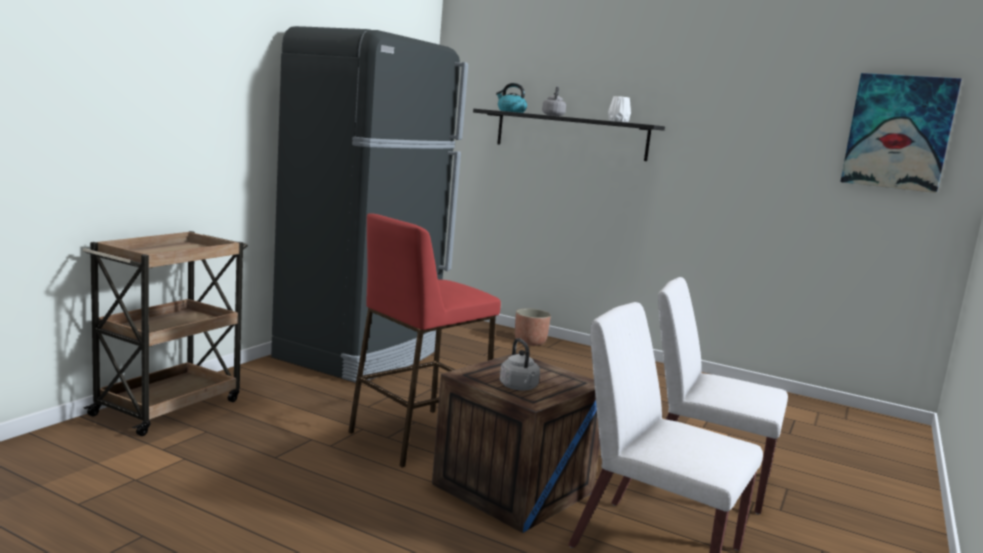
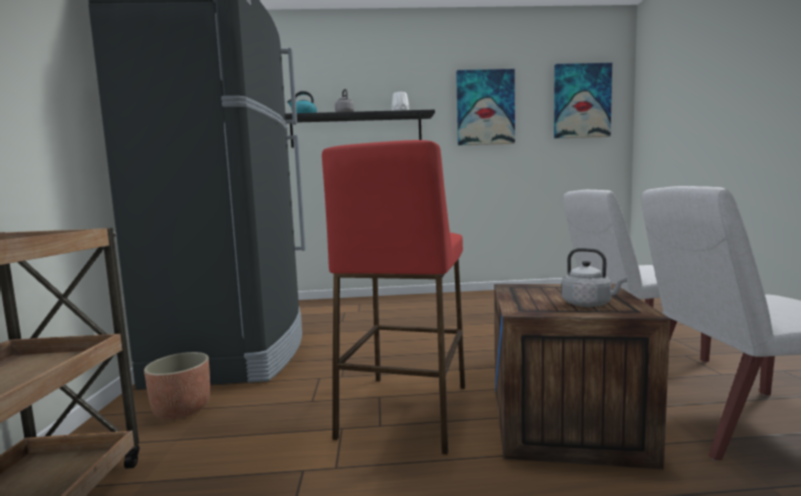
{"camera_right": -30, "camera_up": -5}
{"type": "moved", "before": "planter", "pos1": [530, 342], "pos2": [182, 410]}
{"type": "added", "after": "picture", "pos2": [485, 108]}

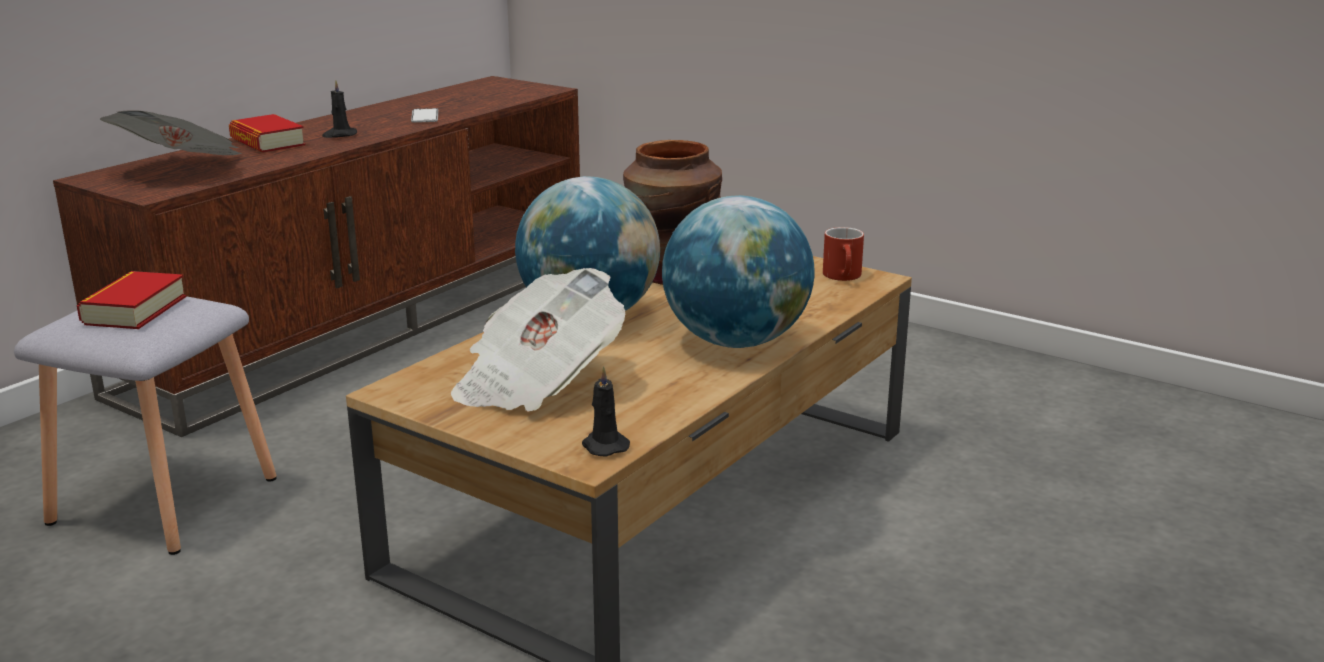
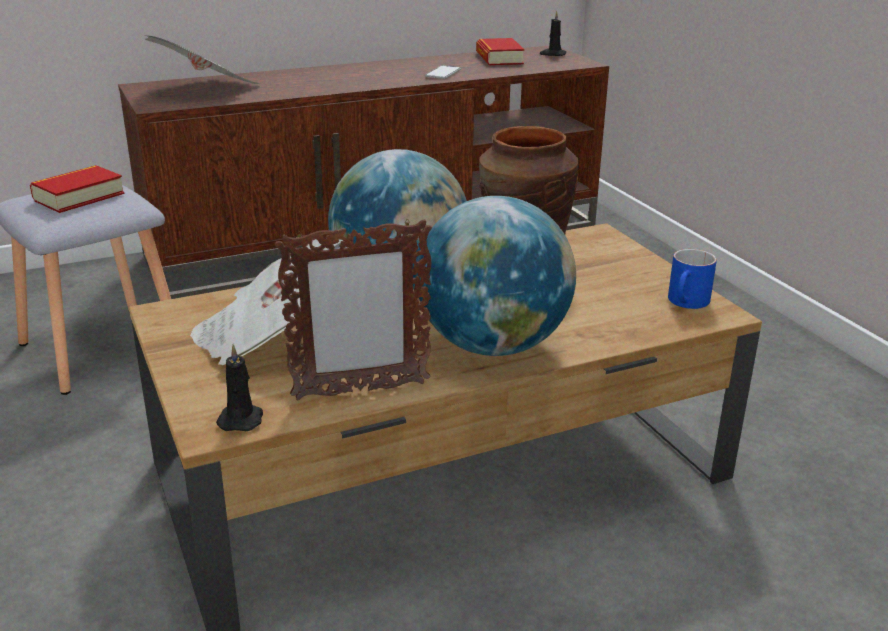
{"camera_right": 30, "camera_up": 5}
{"type": "moved", "before": "candle (black)", "pos1": [339, 135], "pos2": [552, 54]}
{"type": "moved", "before": "book", "pos1": [267, 142], "pos2": [499, 58]}
{"type": "recoloured", "before": "mug (red)", "after": "mug (blue)", "pos1": [844, 277], "pos2": [687, 303]}
{"type": "added", "after": "picture frame", "pos2": [360, 391]}

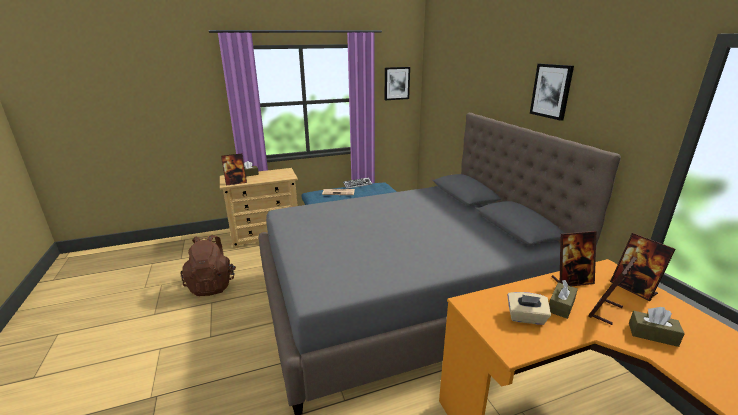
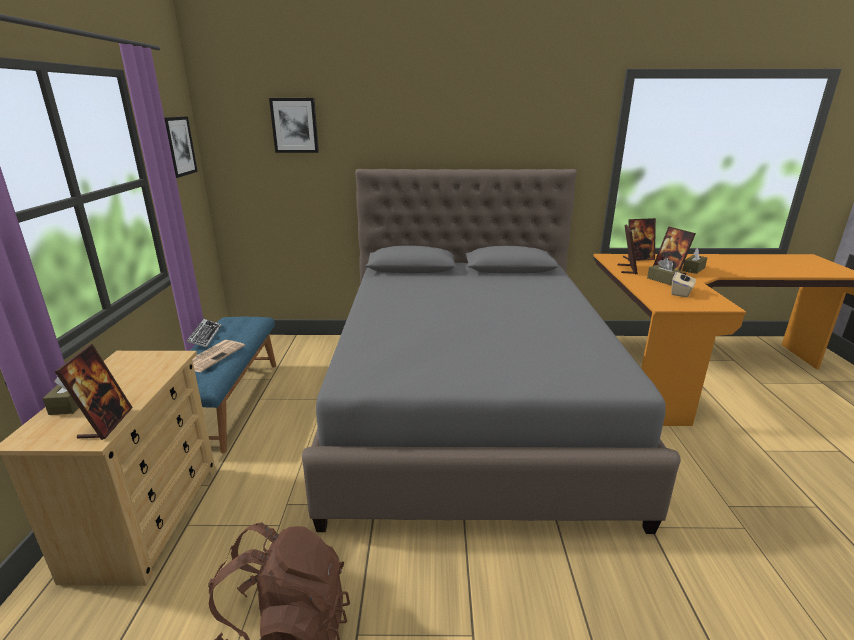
{"camera_right": -70, "camera_up": 0}
{"type": "moved", "before": "picture", "pos1": [551, 91], "pos2": [294, 125]}

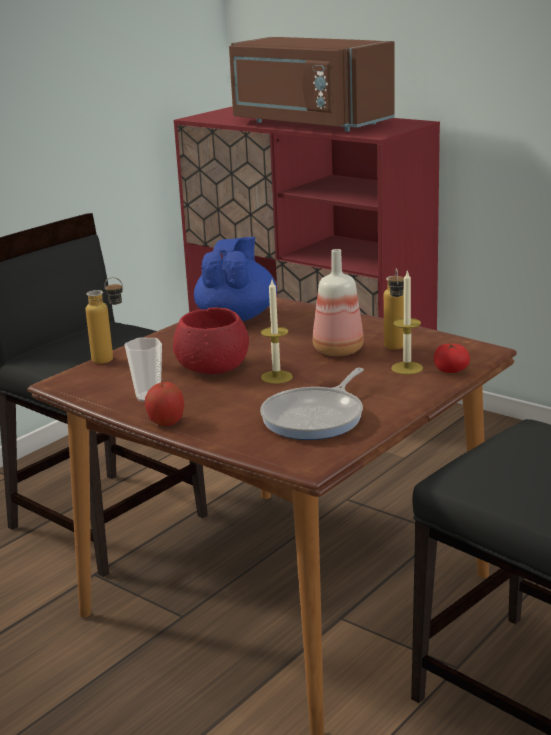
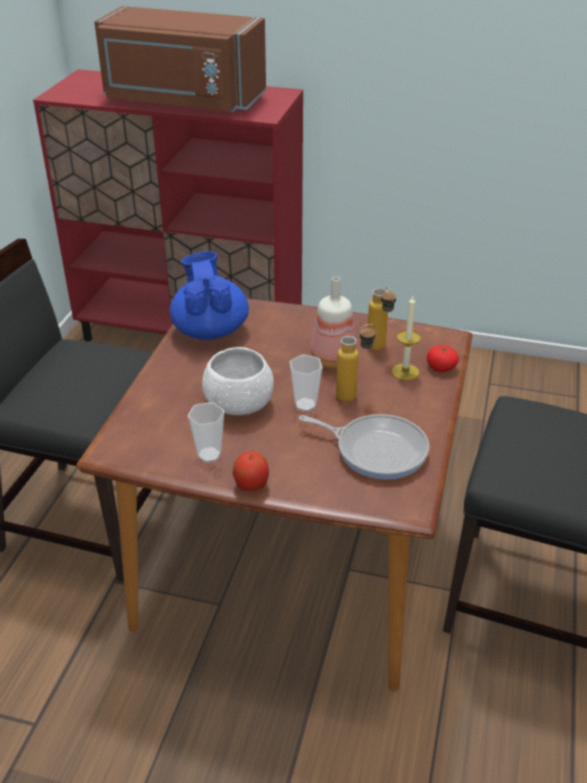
{"camera_right": -25, "camera_up": 15}
{"type": "moved", "before": "bottle", "pos1": [111, 360], "pos2": [354, 395]}
{"type": "replaced", "before": "candle", "after": "cup", "pos1": [276, 377], "pos2": [305, 405]}
{"type": "recoloured", "before": "bowl (red)", "after": "bowl (white)", "pos1": [213, 367], "pos2": [238, 402]}
{"type": "turned", "before": "frying pan", "pos1": [316, 417], "pos2": [376, 450], "turn": -75}

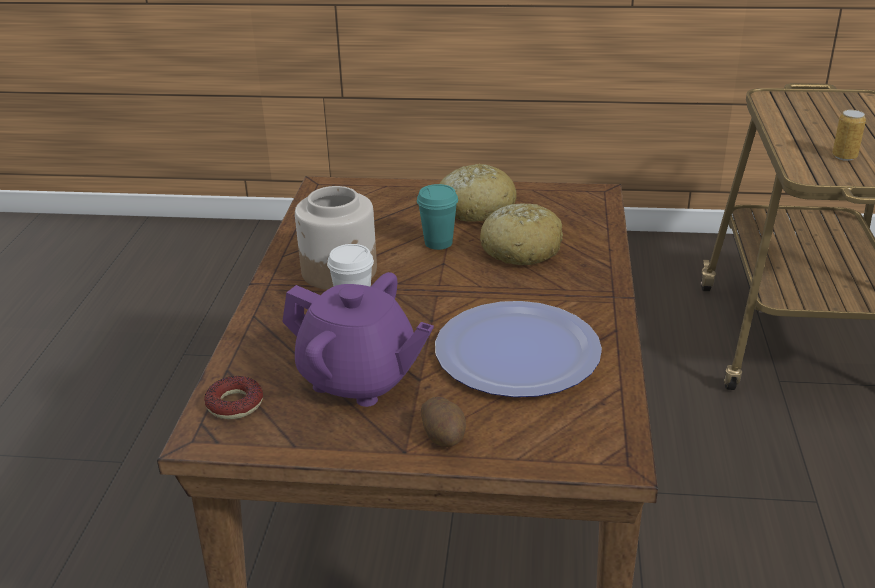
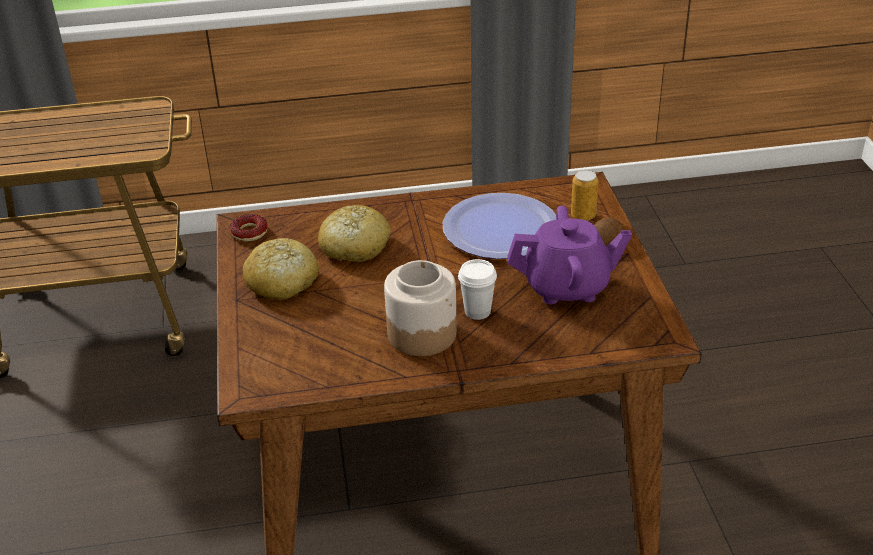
{"camera_right": -105, "camera_up": 5}
{"type": "moved", "before": "can", "pos1": [844, 157], "pos2": [583, 215]}
{"type": "removed", "before": "cup (turquoise)", "pos1": [438, 243]}
{"type": "turned", "before": "teapot (purple)", "pos1": [359, 379], "pos2": [567, 287], "turn": 75}
{"type": "moved", "before": "donut", "pos1": [234, 404], "pos2": [249, 232]}

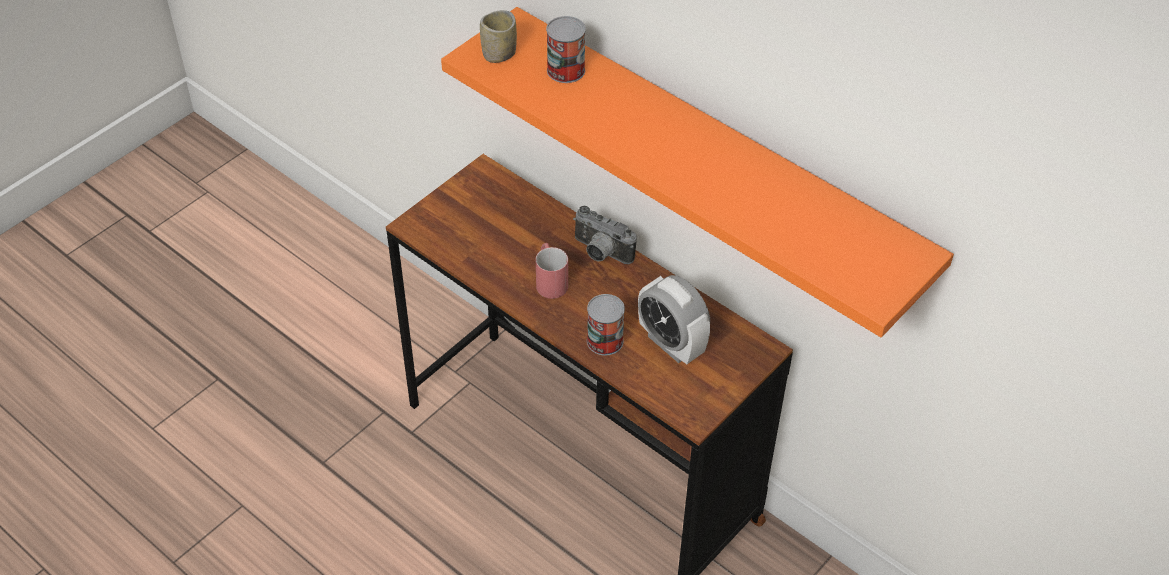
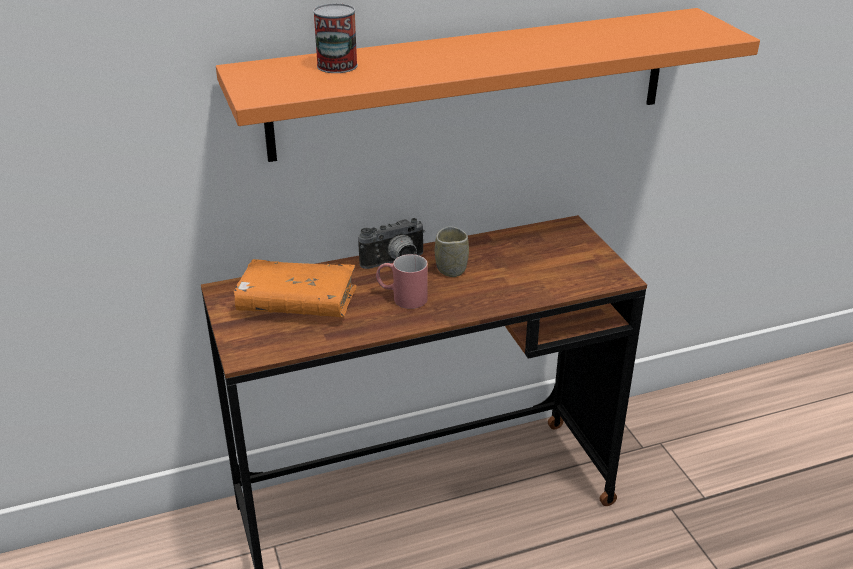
{"camera_right": -60, "camera_up": -15}
{"type": "moved", "before": "cup", "pos1": [499, 54], "pos2": [451, 269]}
{"type": "removed", "before": "alarm clock", "pos1": [671, 344]}
{"type": "removed", "before": "can", "pos1": [605, 341]}
{"type": "added", "after": "book (orange)", "pos2": [297, 303]}

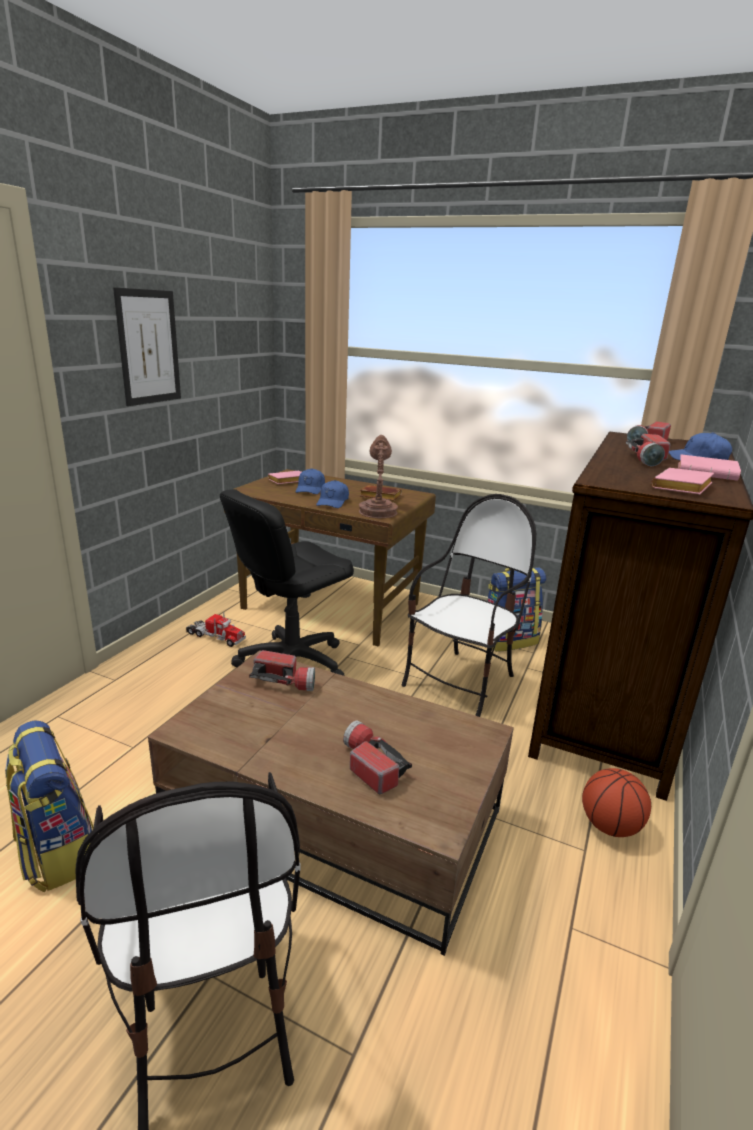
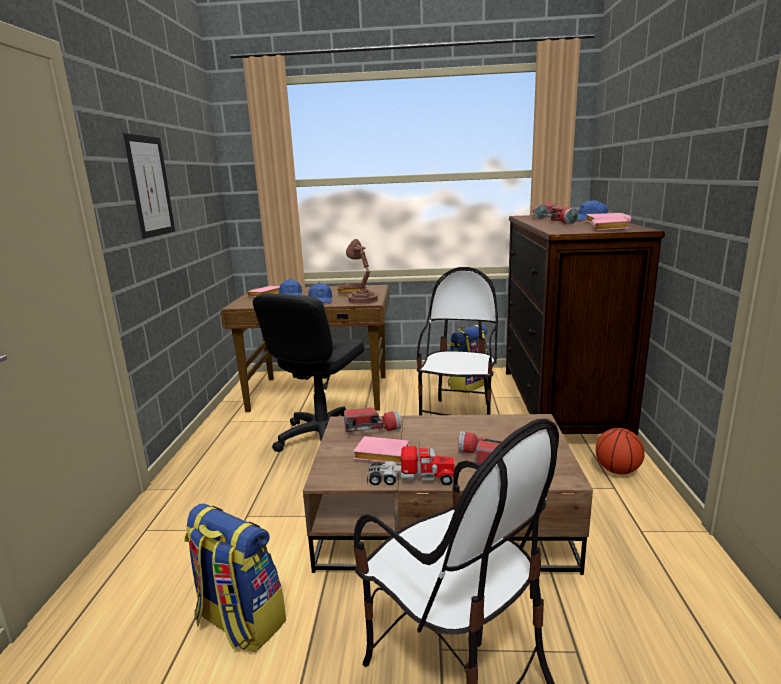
{"camera_right": -20, "camera_up": -5}
{"type": "moved", "before": "toy truck", "pos1": [215, 637], "pos2": [411, 478]}
{"type": "added", "after": "book (pink)", "pos2": [380, 455]}

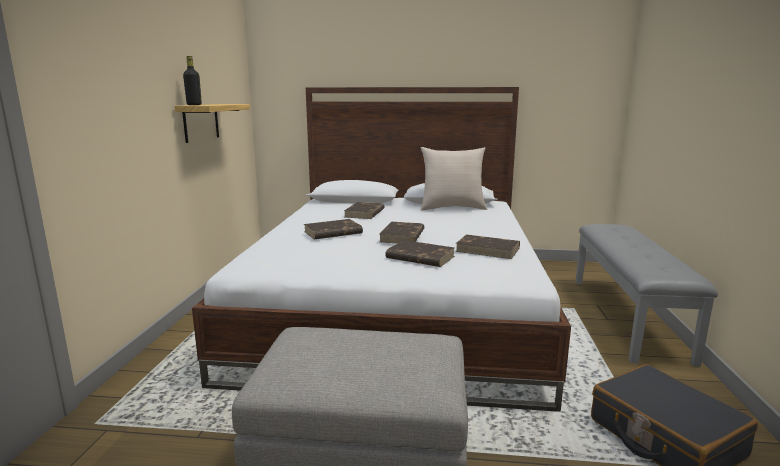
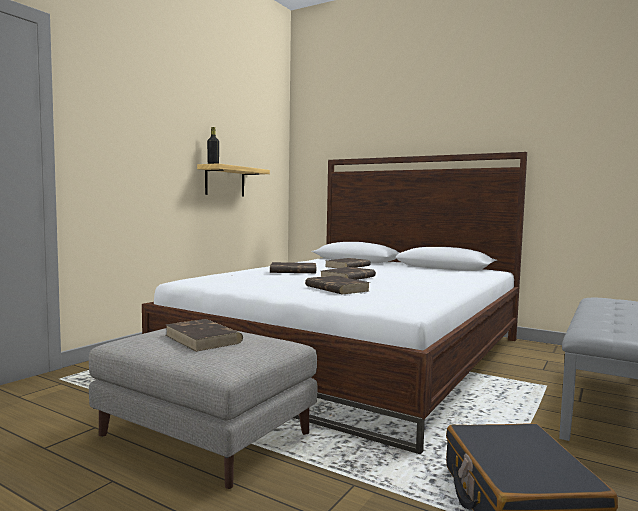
{"camera_right": 25, "camera_up": -10}
{"type": "removed", "before": "pillow (beige)", "pos1": [452, 208]}
{"type": "moved", "before": "book (brown)", "pos1": [488, 250], "pos2": [203, 339]}

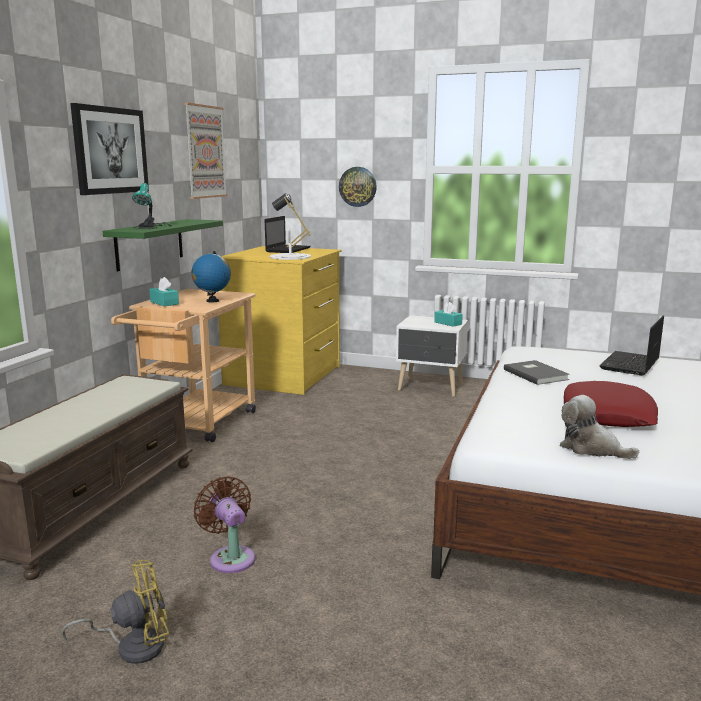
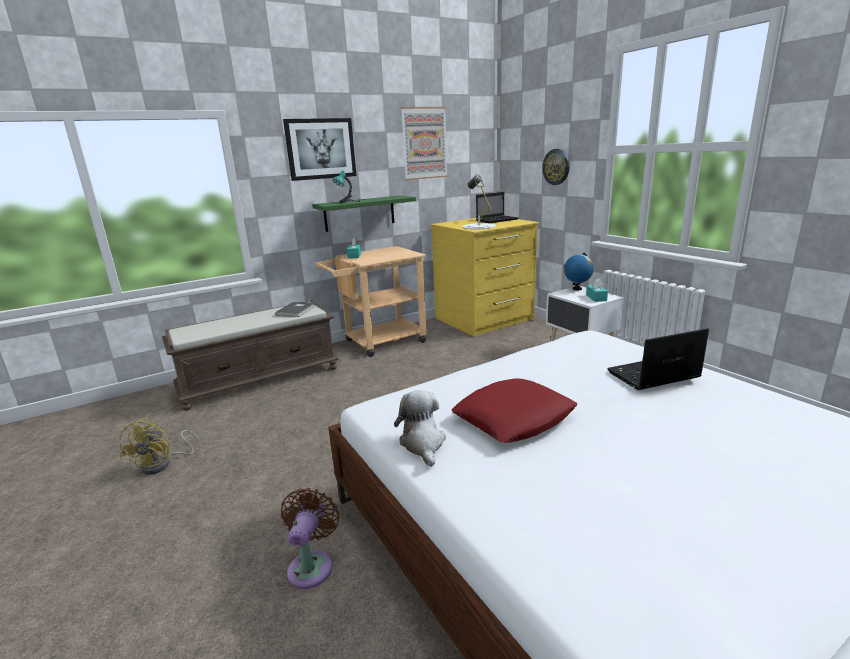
{"camera_right": 40, "camera_up": 5}
{"type": "moved", "before": "globe", "pos1": [212, 301], "pos2": [577, 289]}
{"type": "moved", "before": "book (grey)", "pos1": [536, 374], "pos2": [297, 310]}
{"type": "moved", "before": "fan (brown)", "pos1": [230, 557], "pos2": [312, 565]}
{"type": "turned", "before": "fan (yellow)", "pos1": [133, 646], "pos2": [163, 464], "turn": 75}

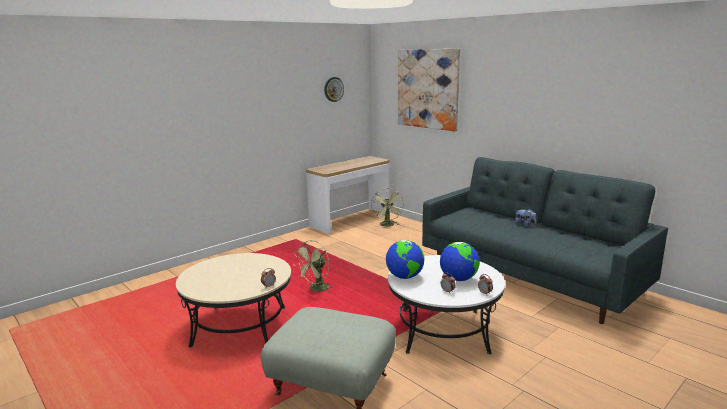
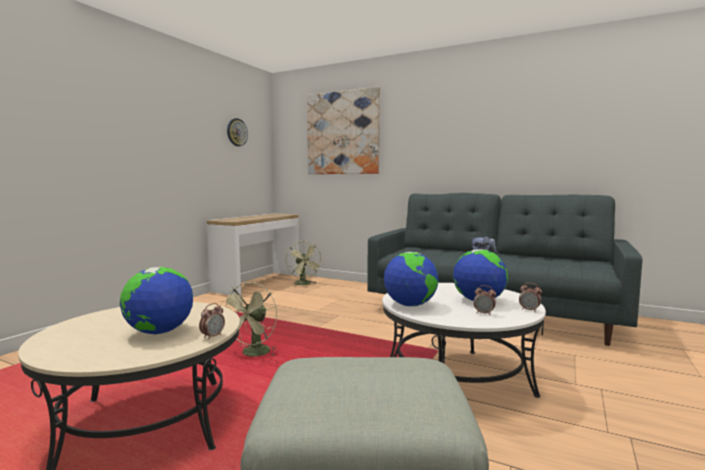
{"camera_right": -20, "camera_up": -10}
{"type": "added", "after": "globe", "pos2": [159, 332]}

